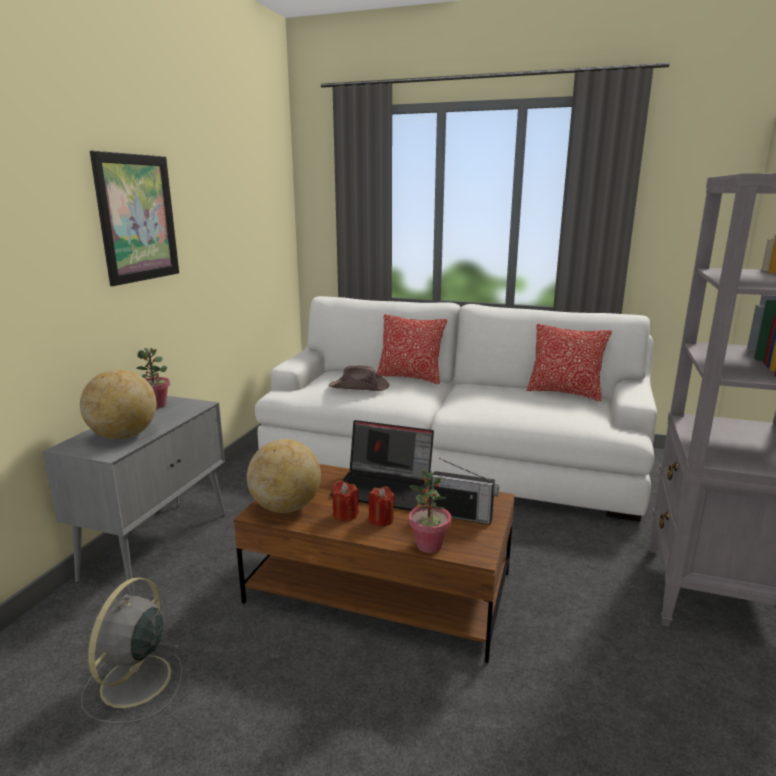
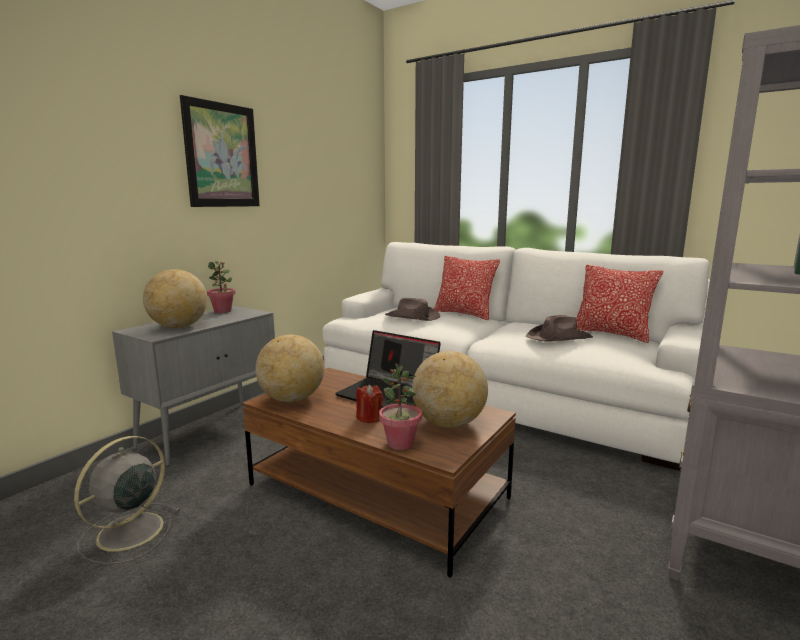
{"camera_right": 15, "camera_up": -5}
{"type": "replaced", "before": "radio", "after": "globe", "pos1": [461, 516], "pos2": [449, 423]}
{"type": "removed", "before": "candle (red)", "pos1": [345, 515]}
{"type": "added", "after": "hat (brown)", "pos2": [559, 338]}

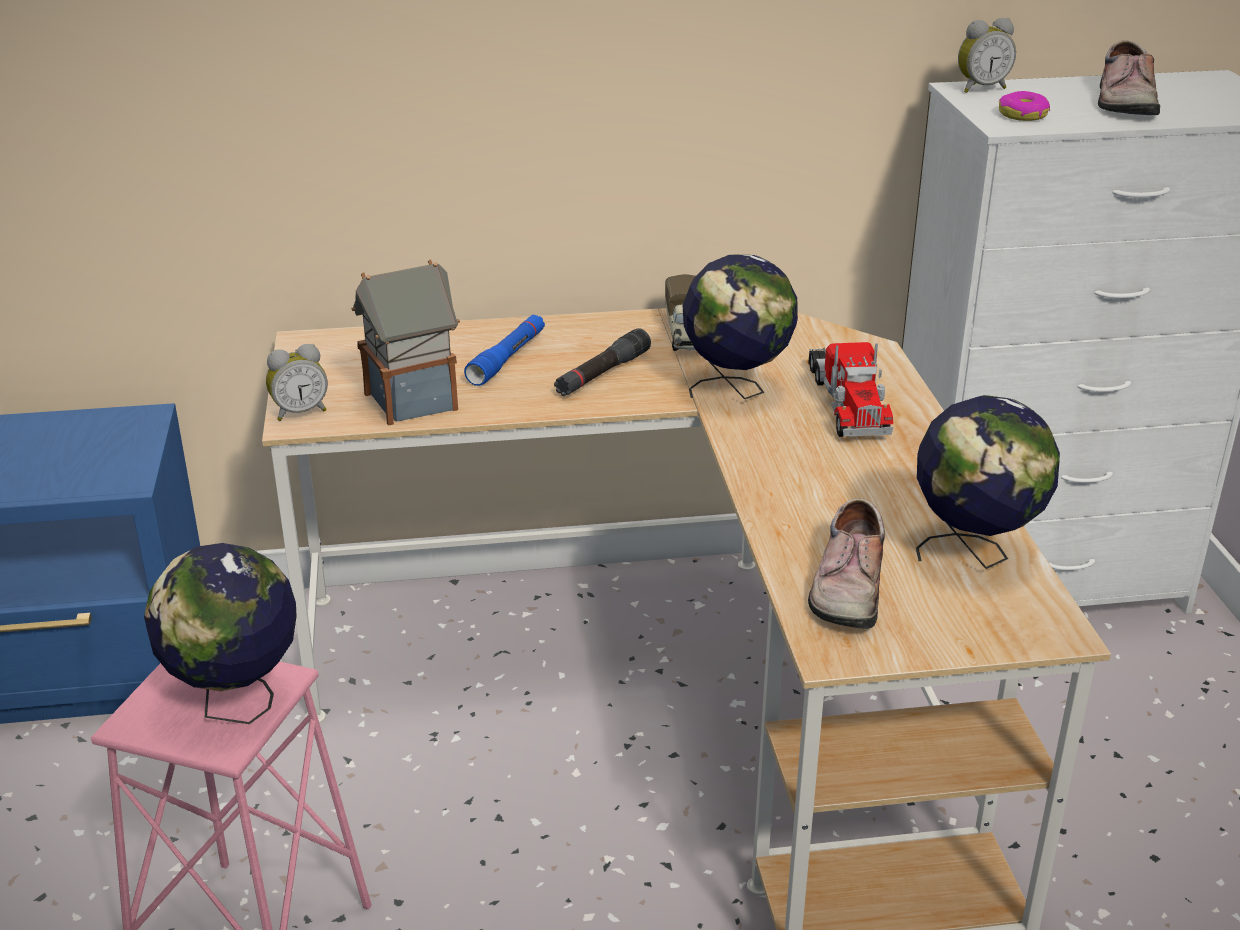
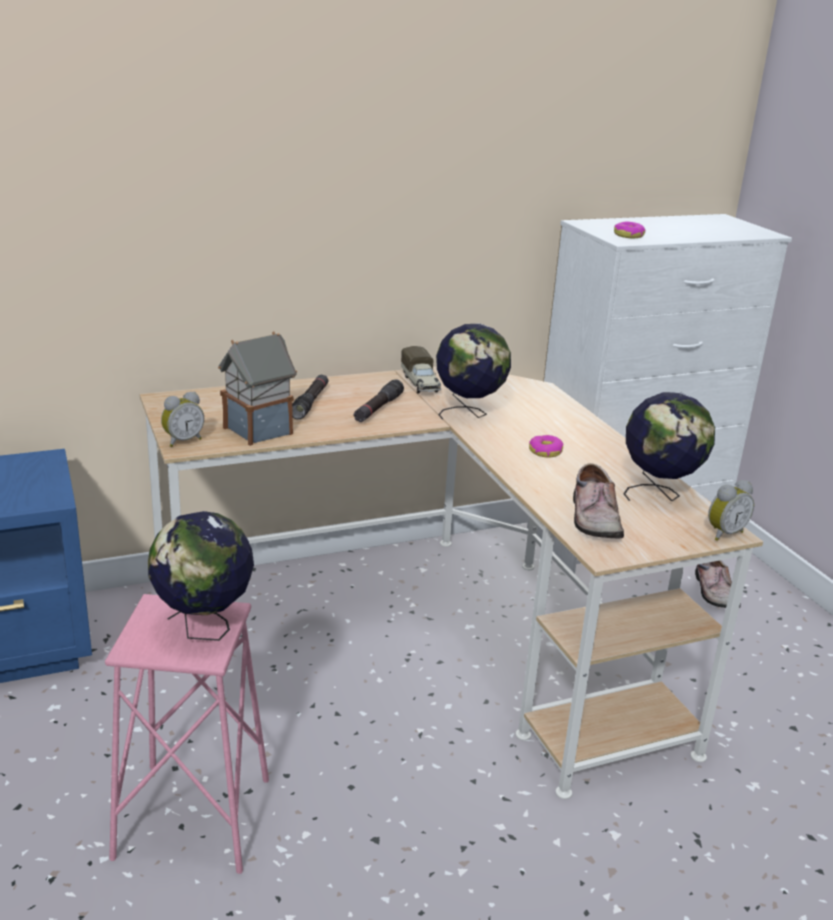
{"camera_right": -15, "camera_up": -5}
{"type": "moved", "before": "alarm clock", "pos1": [980, 88], "pos2": [723, 533]}
{"type": "moved", "before": "shoe", "pos1": [1122, 101], "pos2": [713, 591]}
{"type": "recoloured", "before": "flashlight (blue)", "after": "flashlight (black)", "pos1": [507, 358], "pos2": [310, 403]}
{"type": "removed", "before": "toy truck", "pos1": [846, 401]}
{"type": "added", "after": "donut", "pos2": [545, 451]}

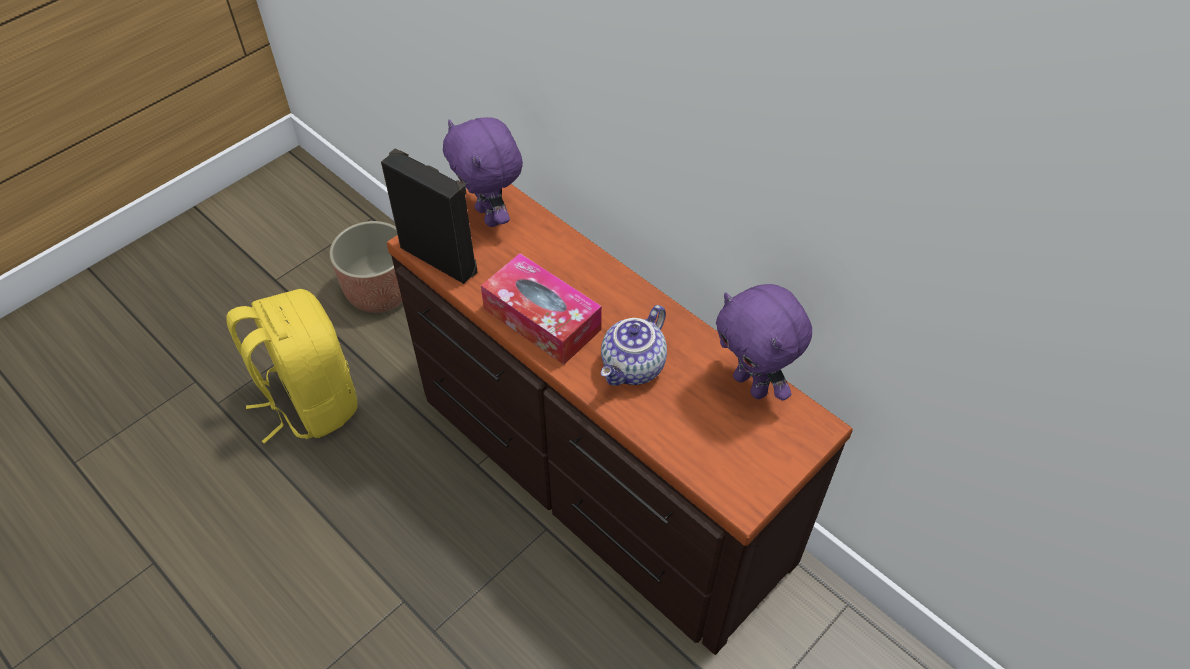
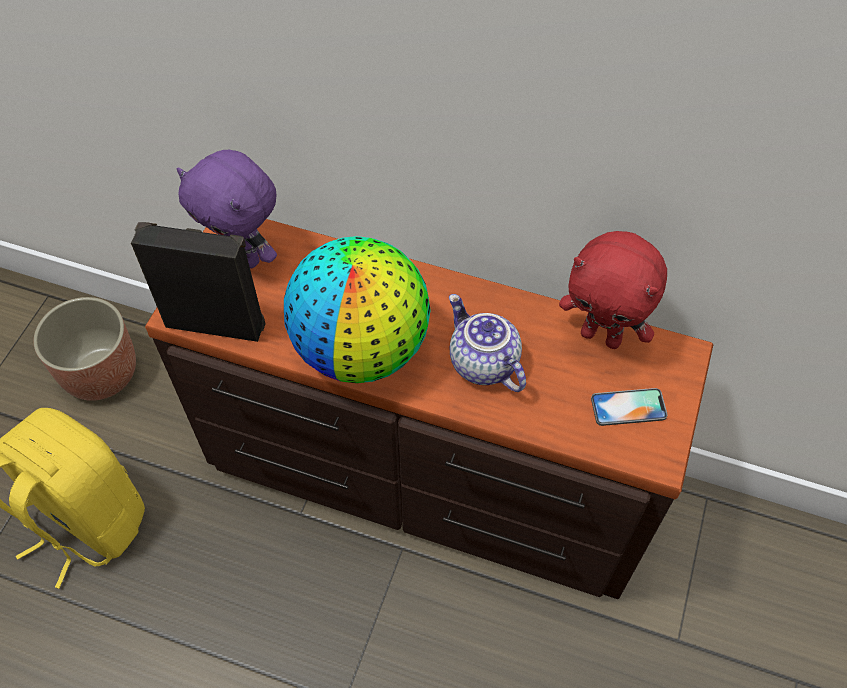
{"camera_right": -25, "camera_up": 5}
{"type": "replaced", "before": "tissue box", "after": "globe", "pos1": [542, 319], "pos2": [361, 348]}
{"type": "recoloured", "before": "plush toy (purple)", "after": "plush toy (red)", "pos1": [752, 385], "pos2": [602, 336]}
{"type": "turned", "before": "teapot", "pos1": [634, 368], "pos2": [482, 363], "turn": 135}
{"type": "added", "after": "phone", "pos2": [628, 407]}

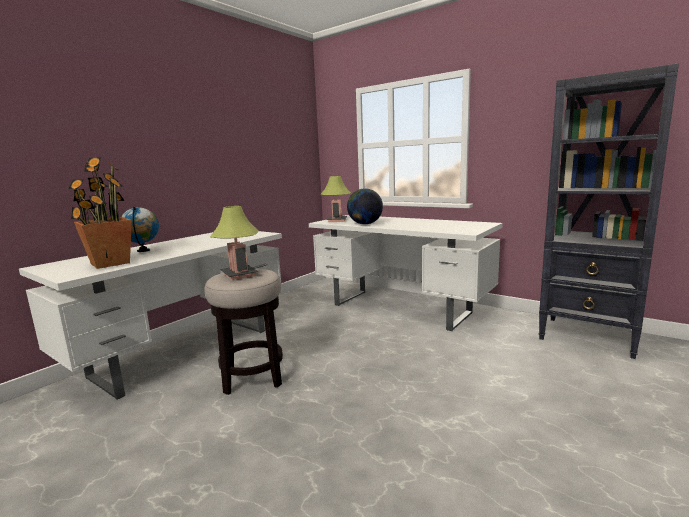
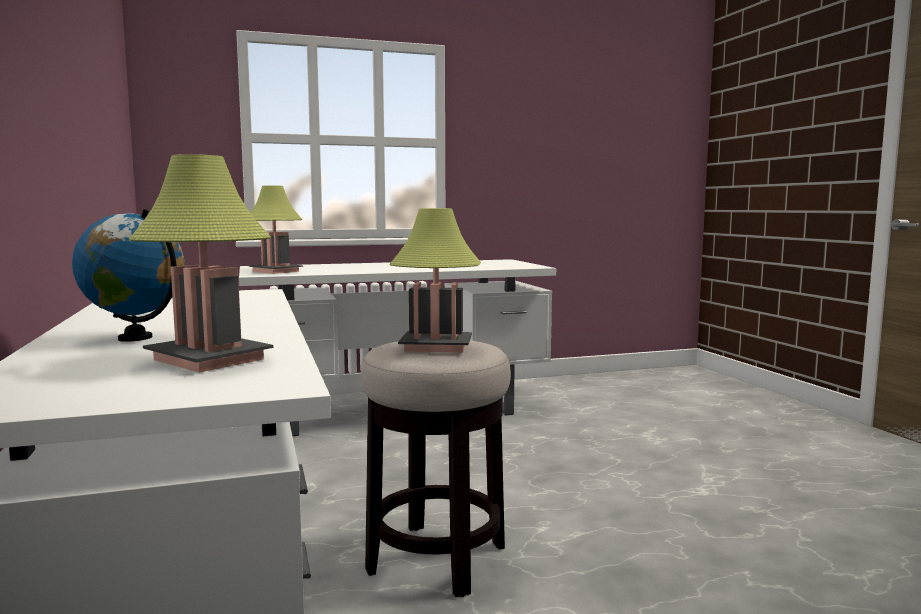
{"camera_right": -55, "camera_up": -5}
{"type": "removed", "before": "bookcase (black)", "pos1": [589, 337]}
{"type": "replaced", "before": "potted plant", "after": "table lamp", "pos1": [109, 263], "pos2": [209, 359]}
{"type": "removed", "before": "globe", "pos1": [365, 224]}

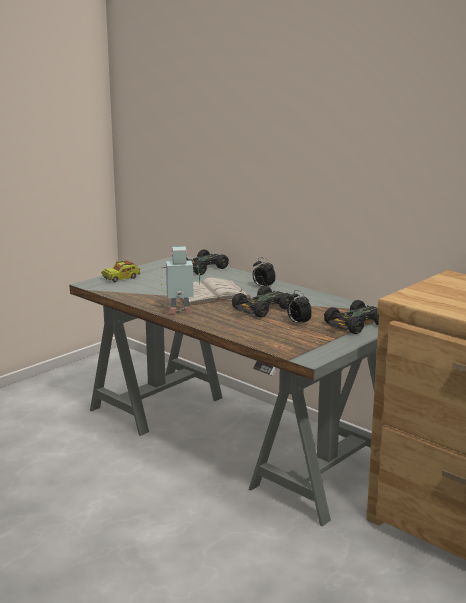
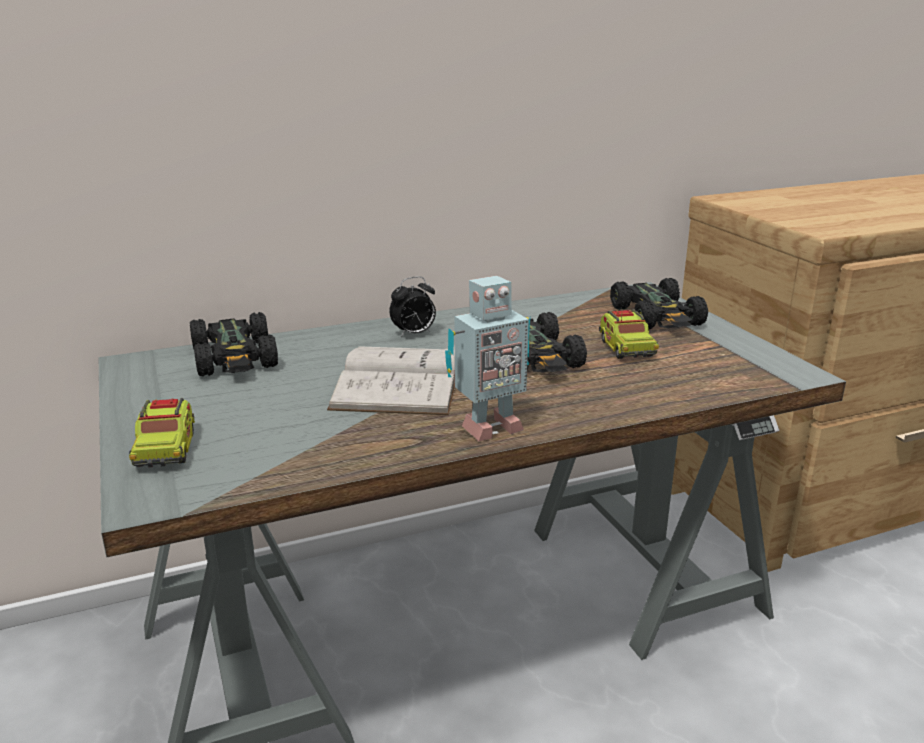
{"camera_right": -65, "camera_up": 5}
{"type": "turned", "before": "toy robot", "pos1": [181, 312], "pos2": [488, 428], "turn": -135}
{"type": "replaced", "before": "alarm clock", "after": "toy truck", "pos1": [298, 323], "pos2": [626, 348]}

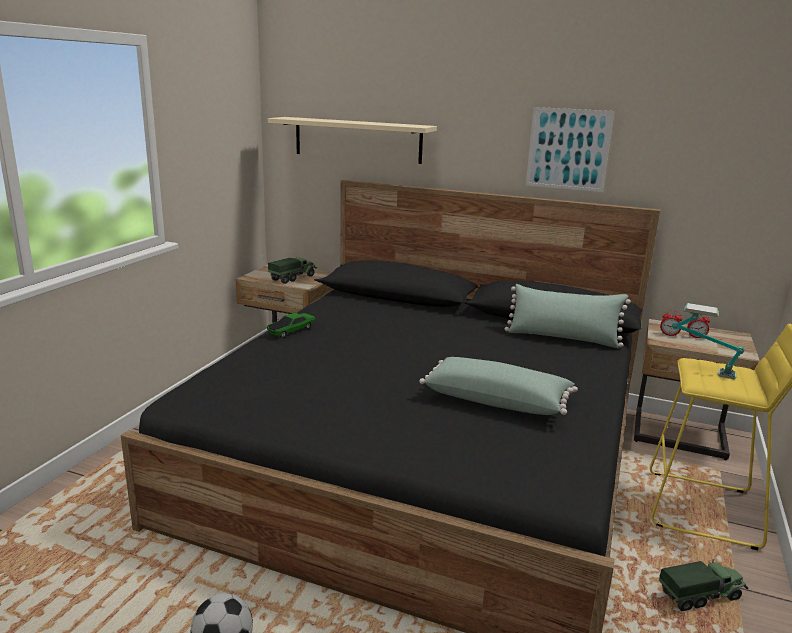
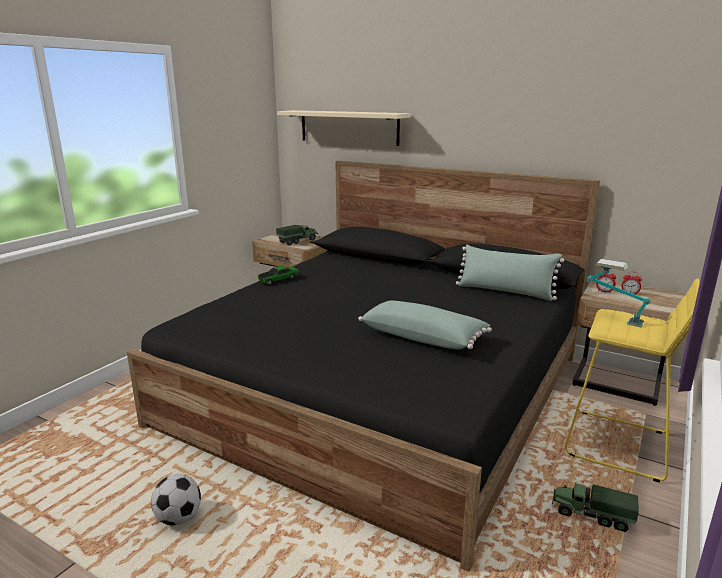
{"camera_right": 10, "camera_up": 0}
{"type": "removed", "before": "picture", "pos1": [568, 149]}
{"type": "turned", "before": "toy truck", "pos1": [701, 596], "pos2": [591, 515], "turn": -150}

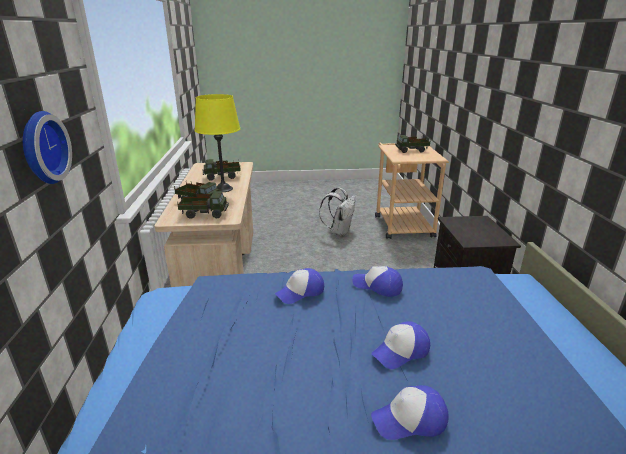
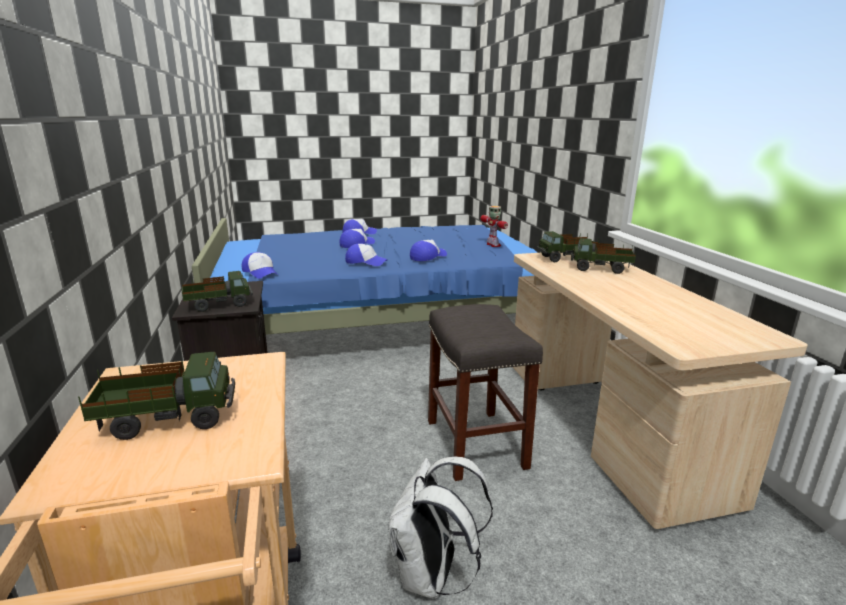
{"camera_right": 170, "camera_up": -5}
{"type": "removed", "before": "table lamp (yellow)", "pos1": [223, 189]}
{"type": "removed", "before": "wall clock", "pos1": [41, 148]}
{"type": "moved", "before": "toy truck", "pos1": [222, 177], "pos2": [218, 305]}
{"type": "added", "after": "toy robot", "pos2": [493, 245]}
{"type": "added", "after": "cap", "pos2": [261, 272]}
{"type": "added", "after": "stool (grey)", "pos2": [474, 443]}

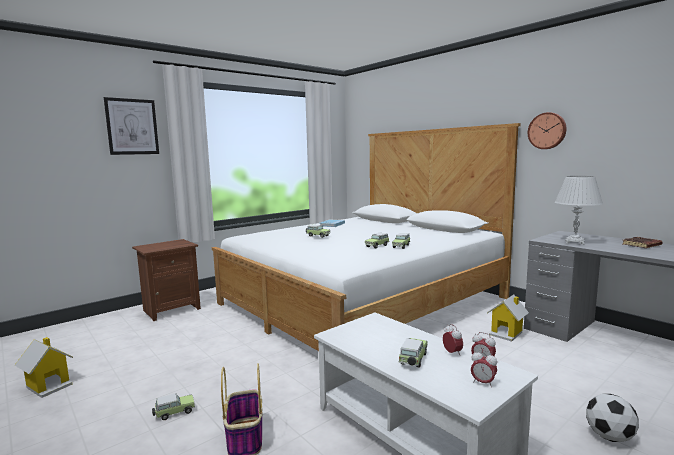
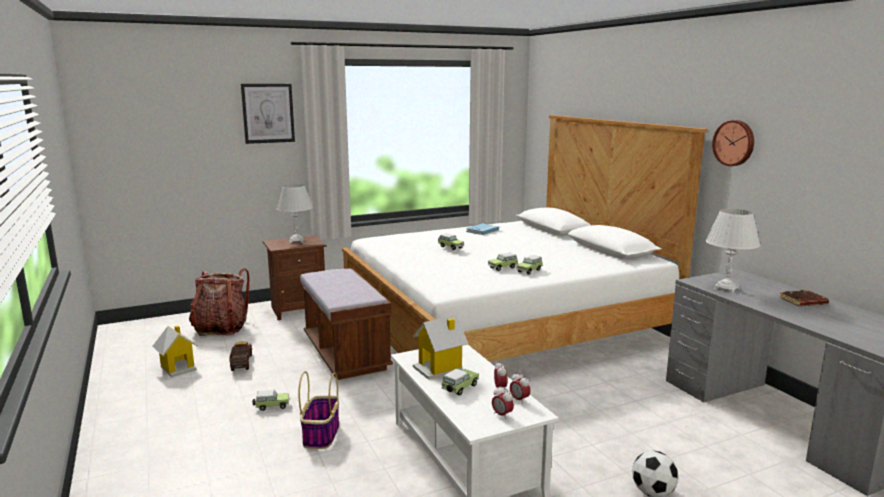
{"camera_right": 15, "camera_up": 5}
{"type": "moved", "before": "toy house", "pos1": [506, 333], "pos2": [439, 368]}
{"type": "added", "after": "table lamp (white)", "pos2": [296, 241]}
{"type": "added", "after": "backpack", "pos2": [221, 328]}
{"type": "added", "after": "bench (brown)", "pos2": [346, 353]}
{"type": "added", "after": "toy truck", "pos2": [241, 363]}

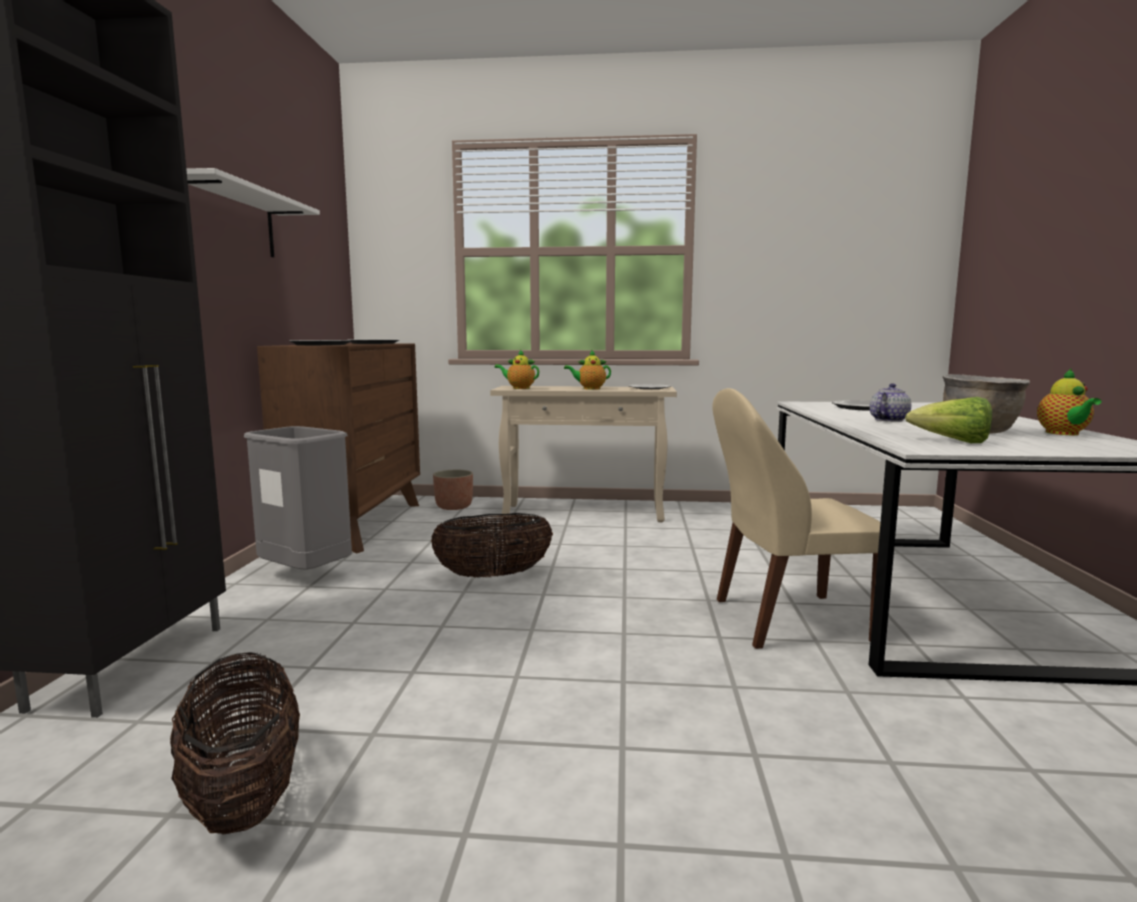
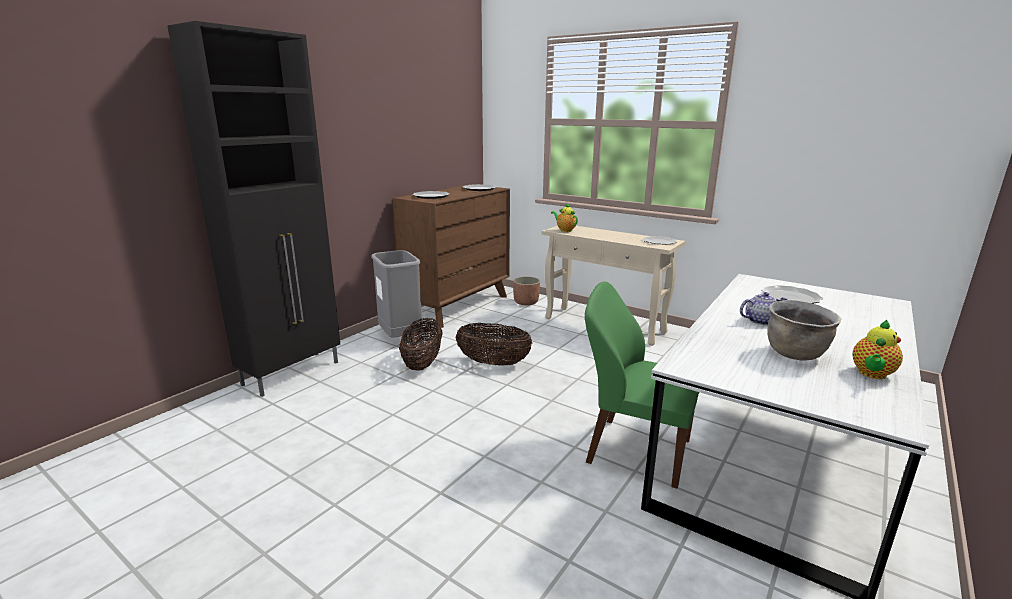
{"camera_right": 30, "camera_up": 10}
{"type": "removed", "before": "shelf (white)", "pos1": [230, 220]}
{"type": "removed", "before": "teapot", "pos1": [589, 388]}
{"type": "recoloured", "before": "chair (beige)", "after": "chair (green)", "pos1": [786, 621], "pos2": [635, 450]}
{"type": "removed", "before": "lettuce", "pos1": [953, 442]}
{"type": "moved", "before": "basket", "pos1": [244, 795], "pos2": [422, 363]}

